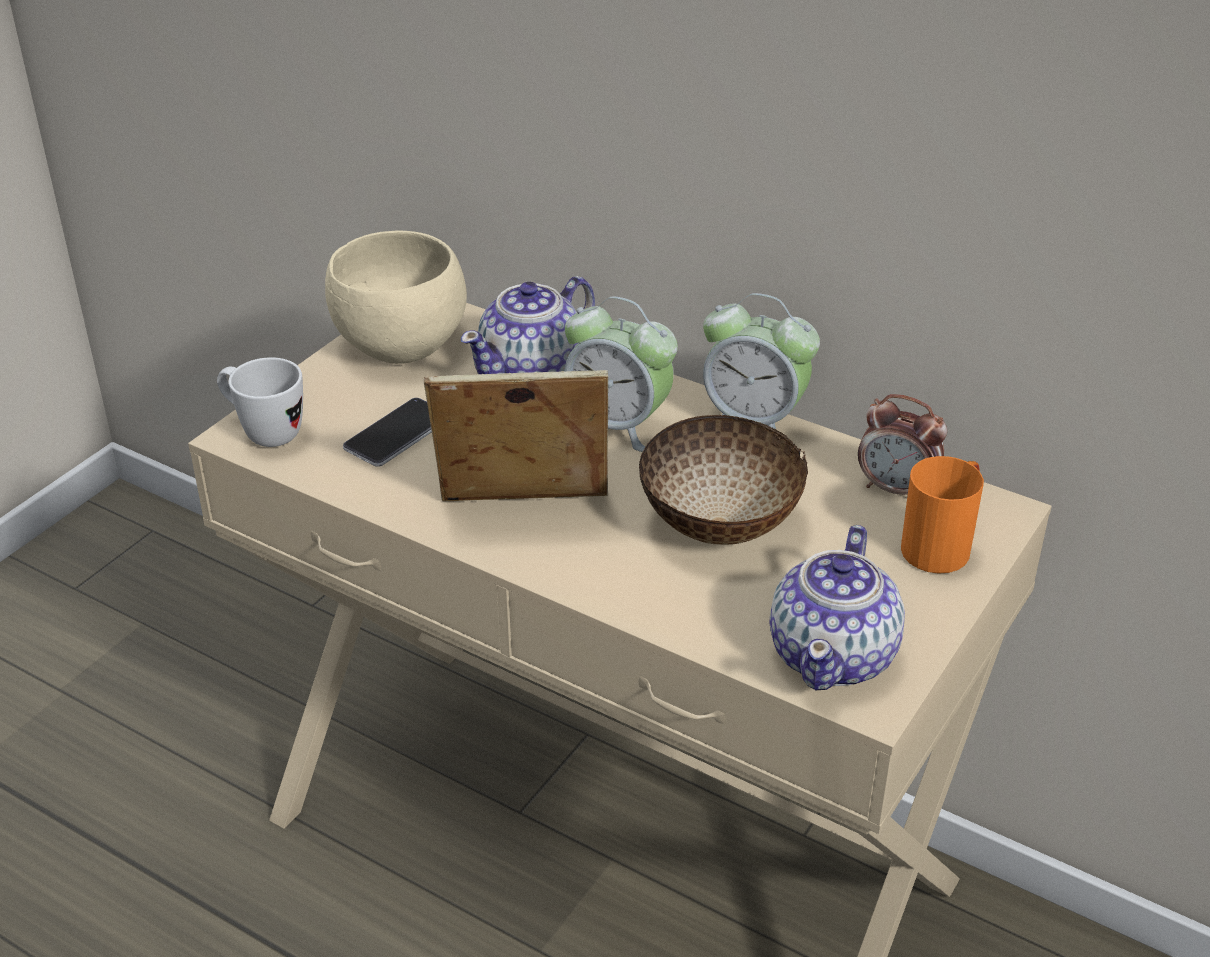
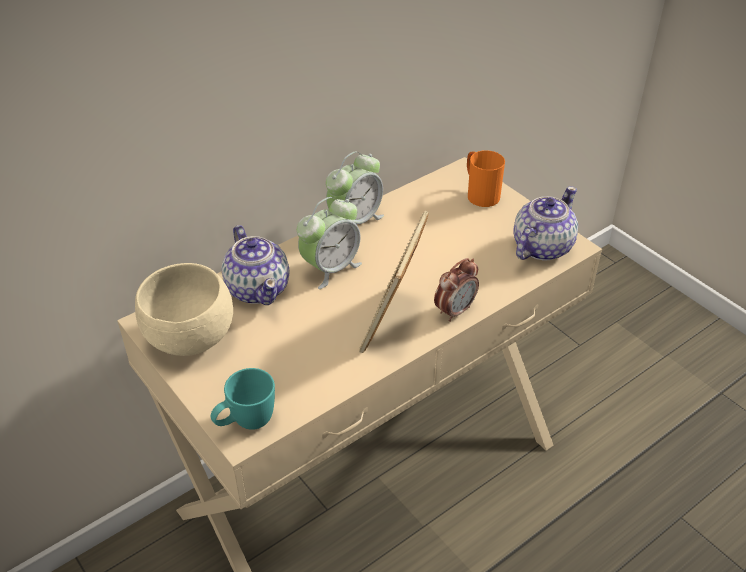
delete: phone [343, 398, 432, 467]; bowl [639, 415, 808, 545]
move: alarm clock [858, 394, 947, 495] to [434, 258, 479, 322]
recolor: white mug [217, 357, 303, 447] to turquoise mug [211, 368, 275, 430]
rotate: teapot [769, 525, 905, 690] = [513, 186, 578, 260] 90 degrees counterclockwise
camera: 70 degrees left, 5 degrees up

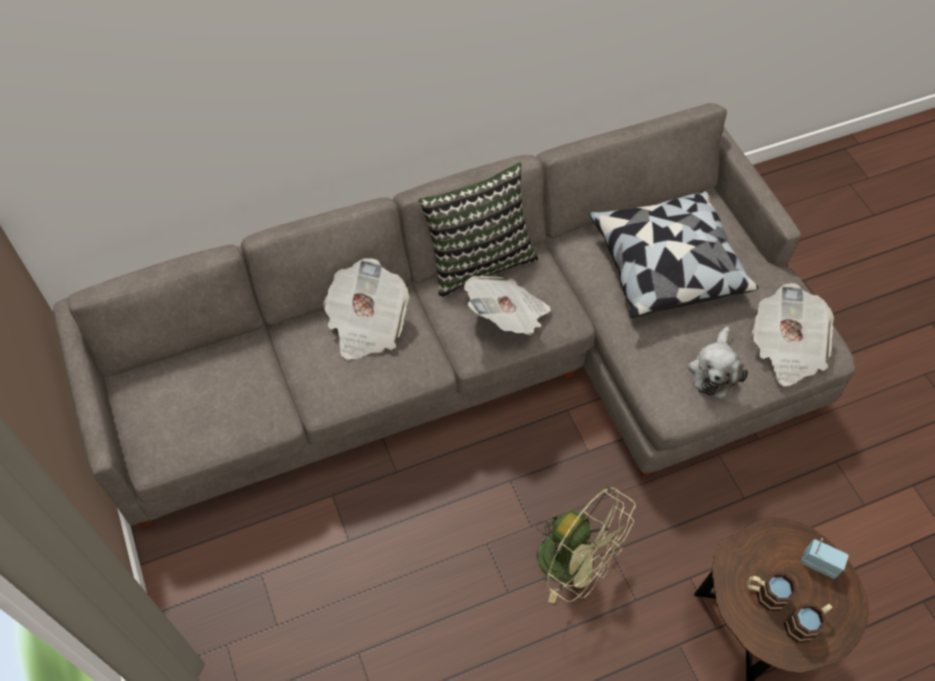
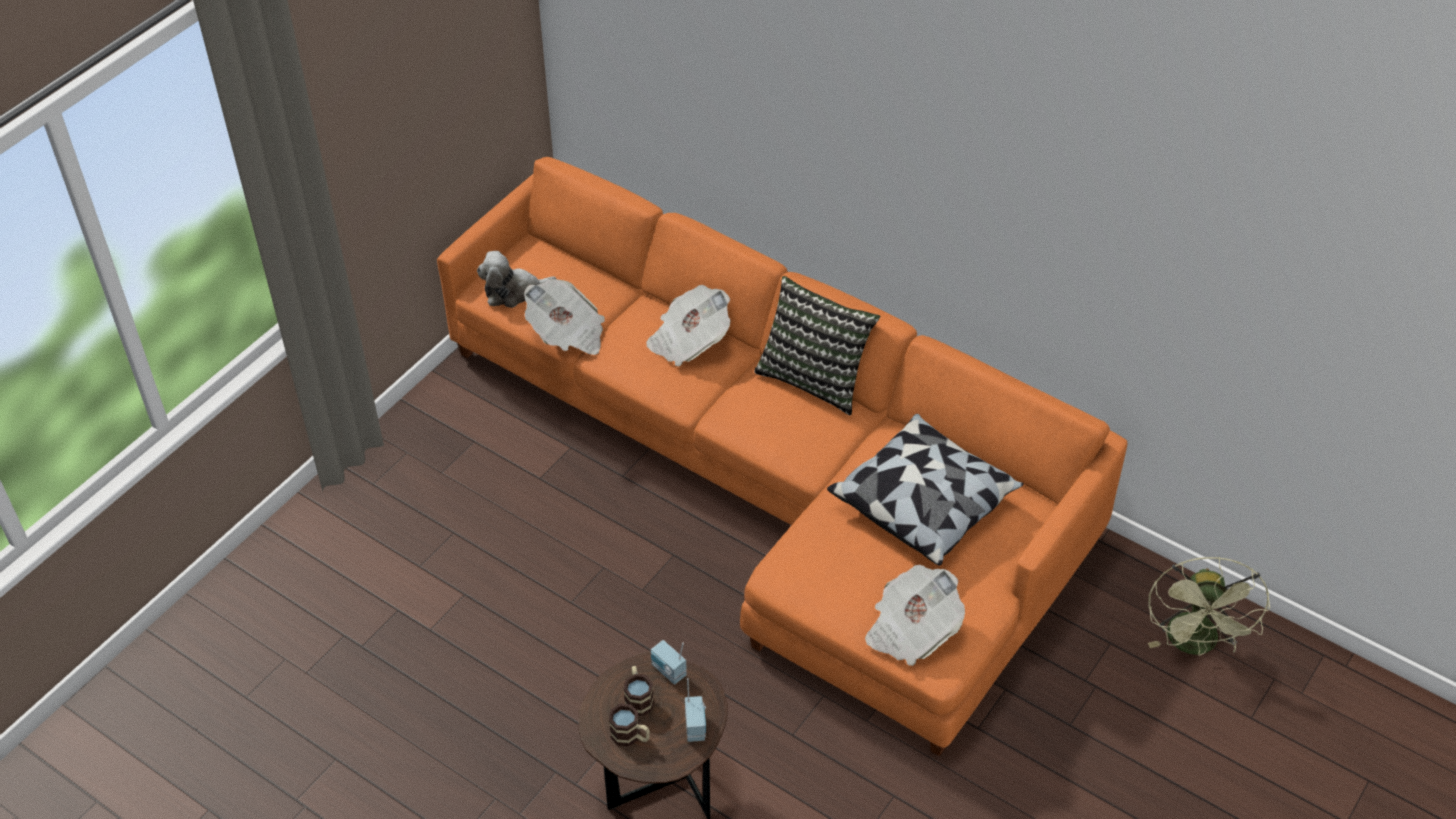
insert: radio [651, 640, 687, 685]
move: plush toy [688, 327, 748, 399] to [477, 251, 556, 308]; newspaper [464, 276, 551, 335] to [524, 279, 605, 355]; green fan [536, 487, 636, 604] to [1148, 557, 1270, 656]
recolor: grey sofa [53, 103, 855, 528] to orange sofa [437, 157, 1128, 756]
camera: 60 degrees right, 10 degrees down

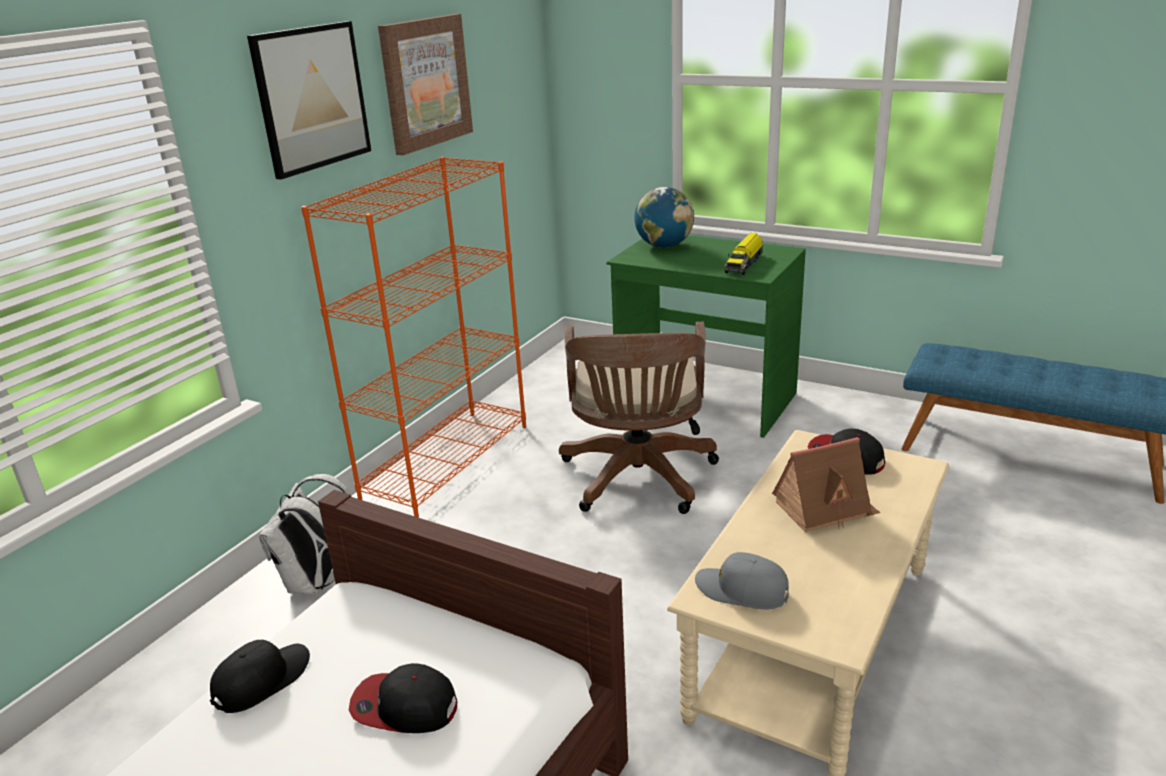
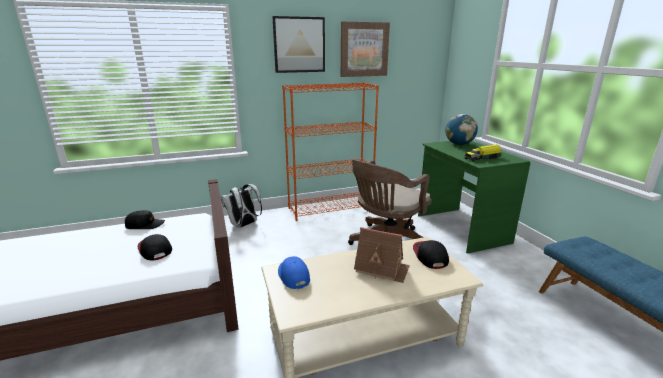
recolor: grey cap [695, 552, 789, 609] to blue cap [278, 256, 310, 289]
camera: 40 degrees right, 5 degrees down

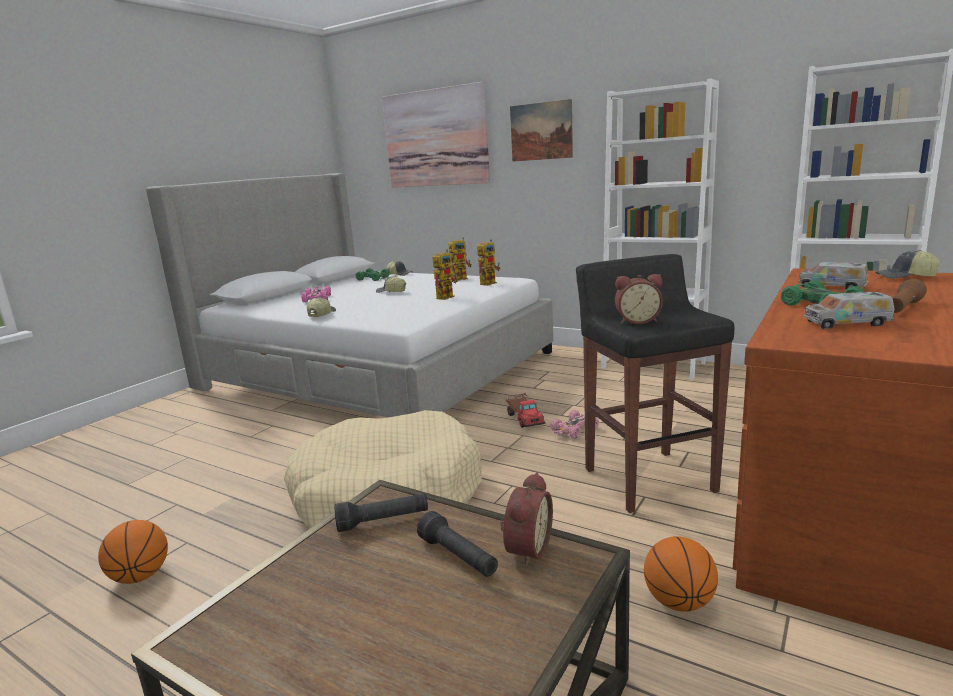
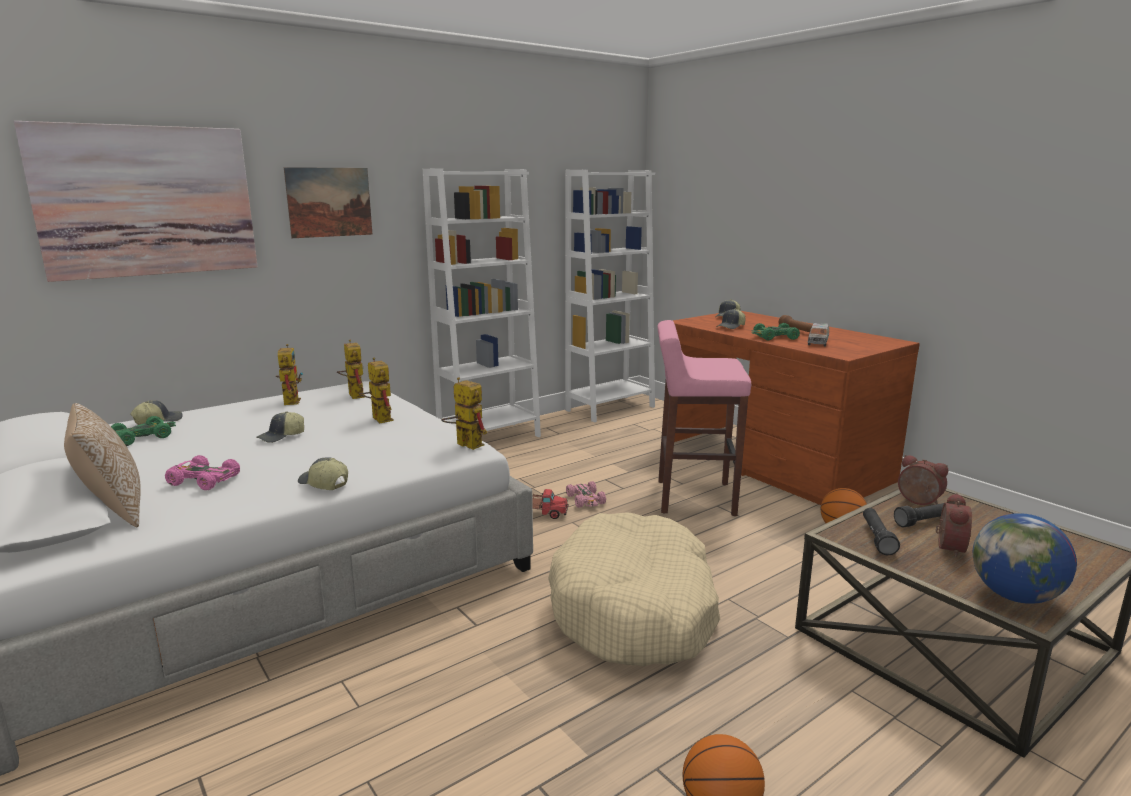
insert: pillow [64, 403, 141, 527]; toy robot [441, 377, 487, 450]; globe [973, 513, 1077, 604]
move: alarm clock [615, 274, 663, 324] to [935, 493, 972, 557]
replace: toy truck [799, 262, 869, 289] to cap [716, 309, 746, 329]
recolor: black stool [576, 254, 734, 513] to pink stool [657, 320, 751, 516]
camera: 70 degrees left, 0 degrees up

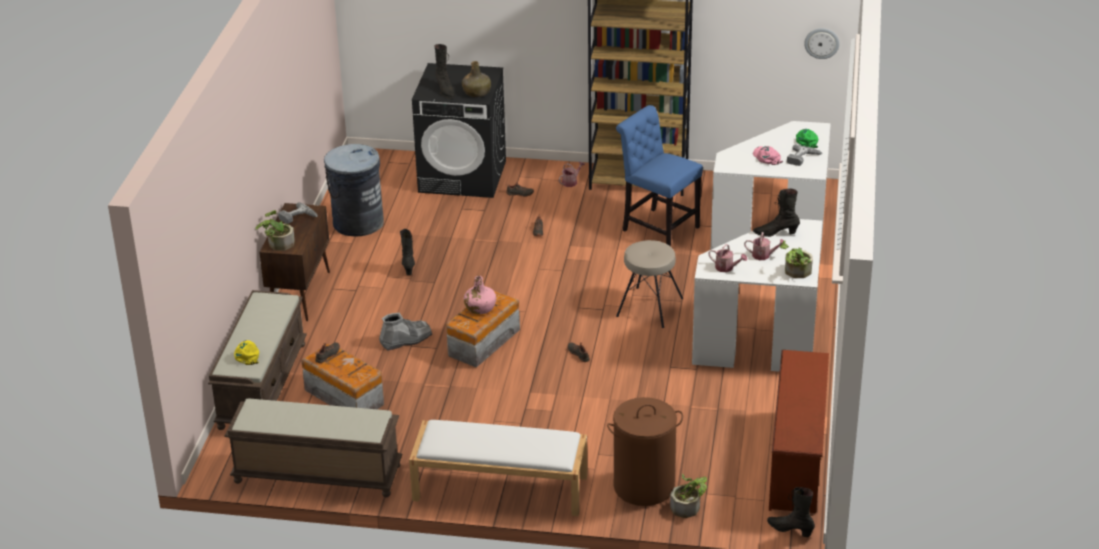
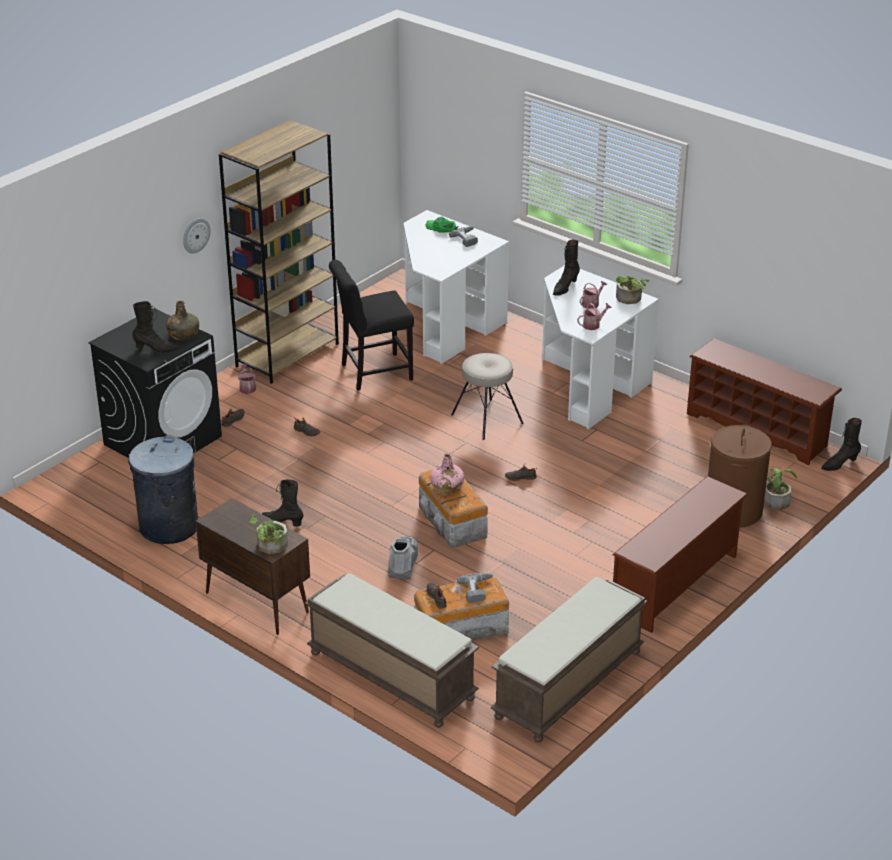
delete: yellow cap [234, 340, 259, 365]; pink cap [753, 146, 783, 165]
move: wall clock [804, 28, 840, 59] to [183, 218, 211, 254]; power drill [278, 202, 318, 224] to [457, 573, 493, 603]
replace: white bench [409, 420, 587, 516] to brown shoe rack [612, 476, 748, 633]
recolor: blue chair [616, 105, 703, 247] to black chair [329, 260, 414, 391]
camera: 60 degrees left, 0 degrees up

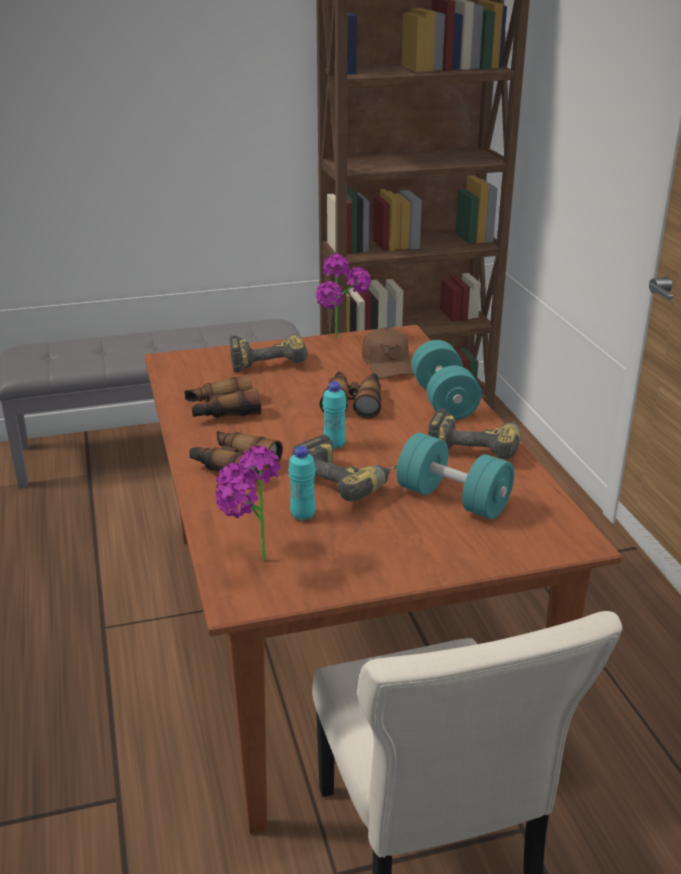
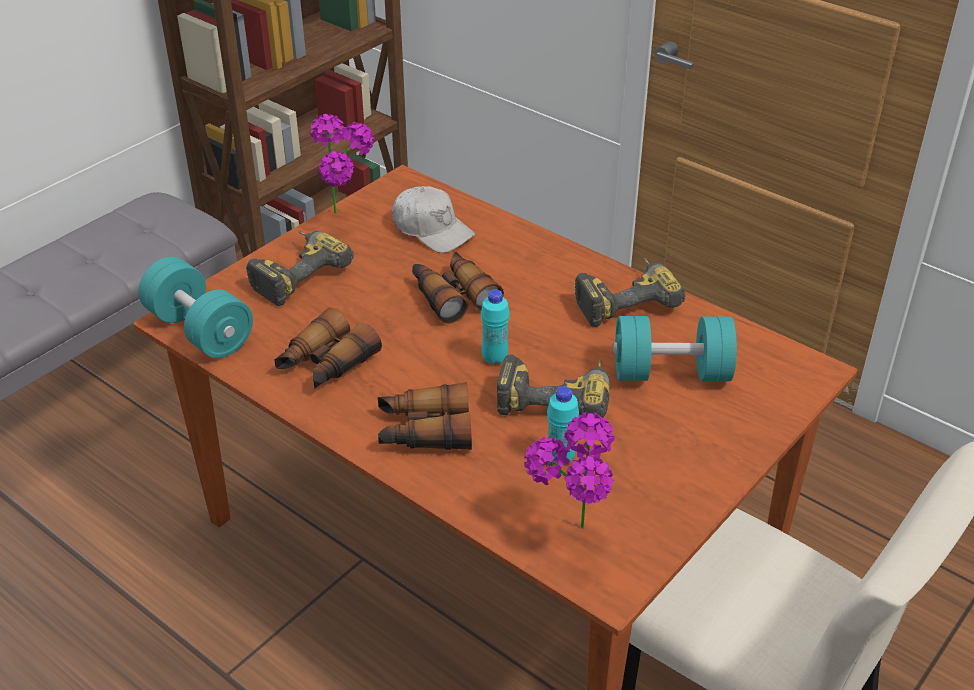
move: turquoise dumbbell [411, 340, 481, 420] to [138, 257, 253, 358]
recolor: brown cap [362, 327, 414, 379] to white cap [392, 186, 475, 253]
camera: 35 degrees left, 10 degrees up

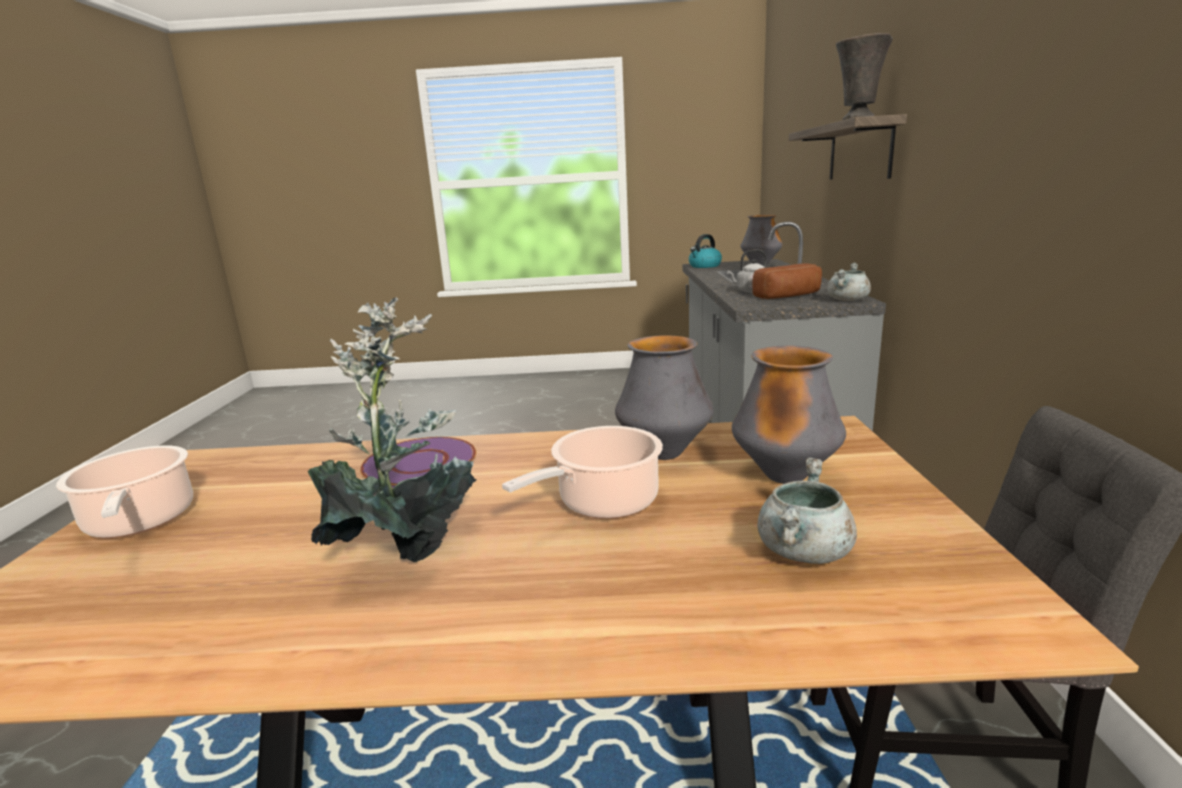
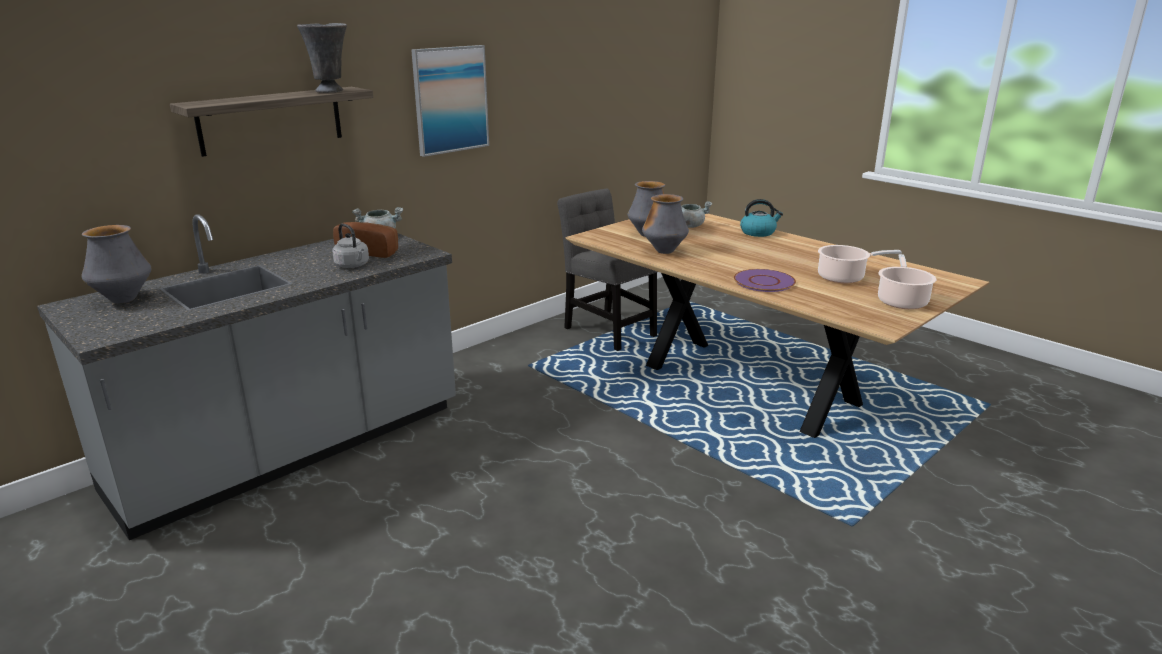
delete: potted plant [307, 297, 476, 563]
insert: picture [411, 45, 489, 157]
move: kettle [689, 234, 722, 268] to [740, 199, 783, 237]; cooking pot [502, 426, 663, 519] to [818, 245, 902, 283]
camera: 135 degrees left, 5 degrees up

